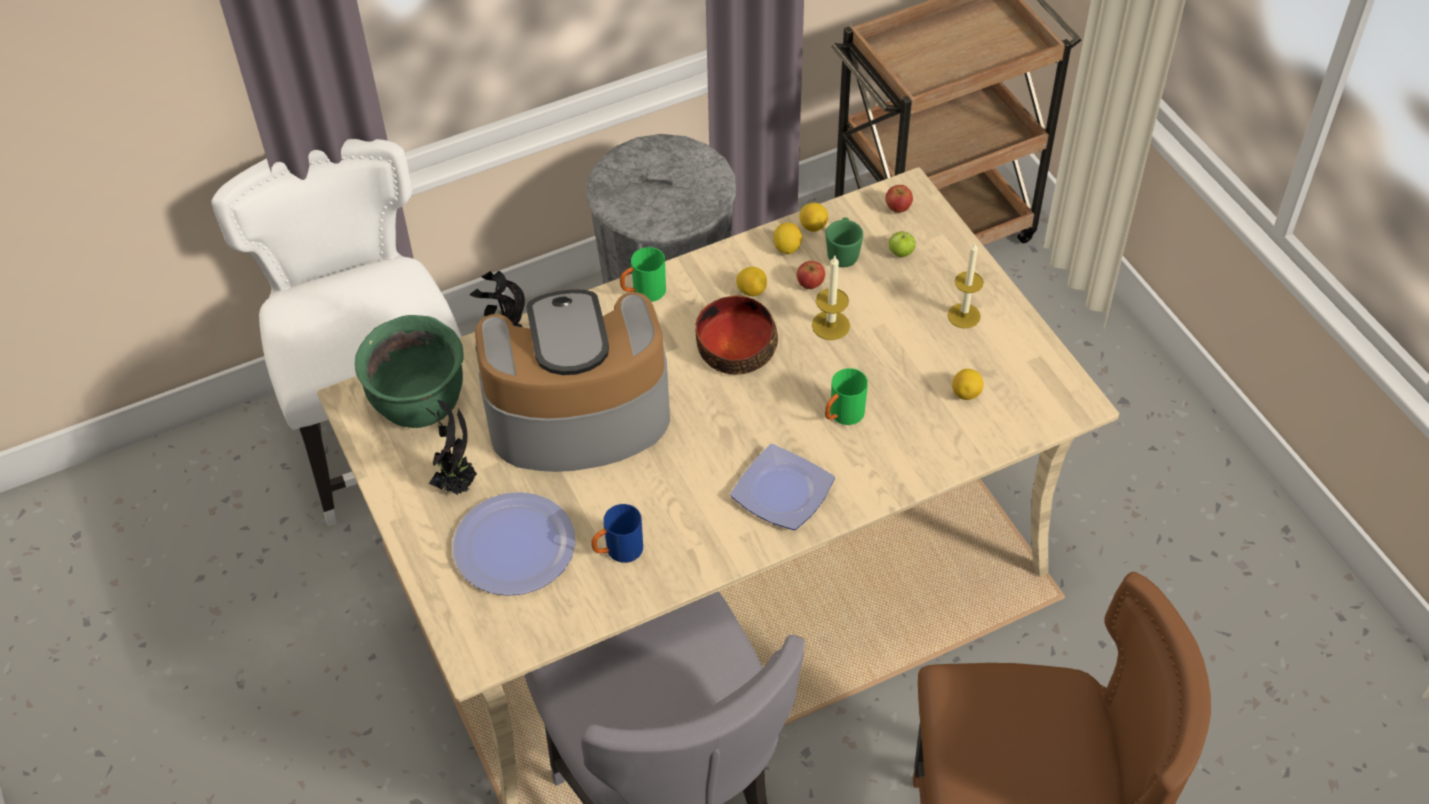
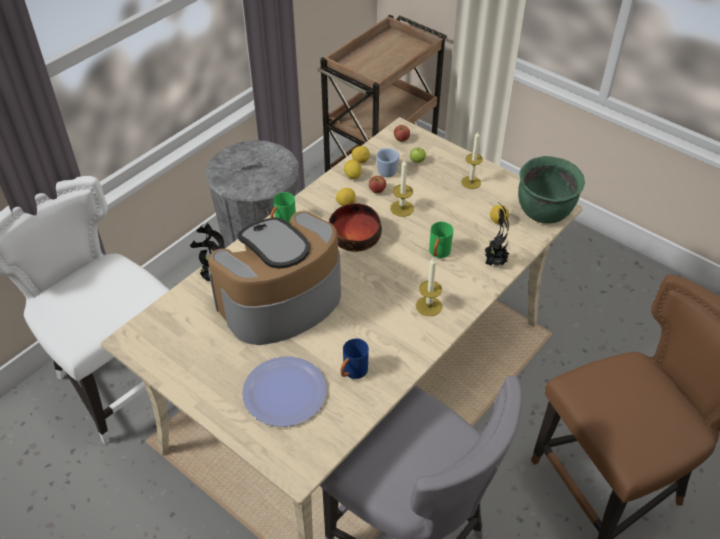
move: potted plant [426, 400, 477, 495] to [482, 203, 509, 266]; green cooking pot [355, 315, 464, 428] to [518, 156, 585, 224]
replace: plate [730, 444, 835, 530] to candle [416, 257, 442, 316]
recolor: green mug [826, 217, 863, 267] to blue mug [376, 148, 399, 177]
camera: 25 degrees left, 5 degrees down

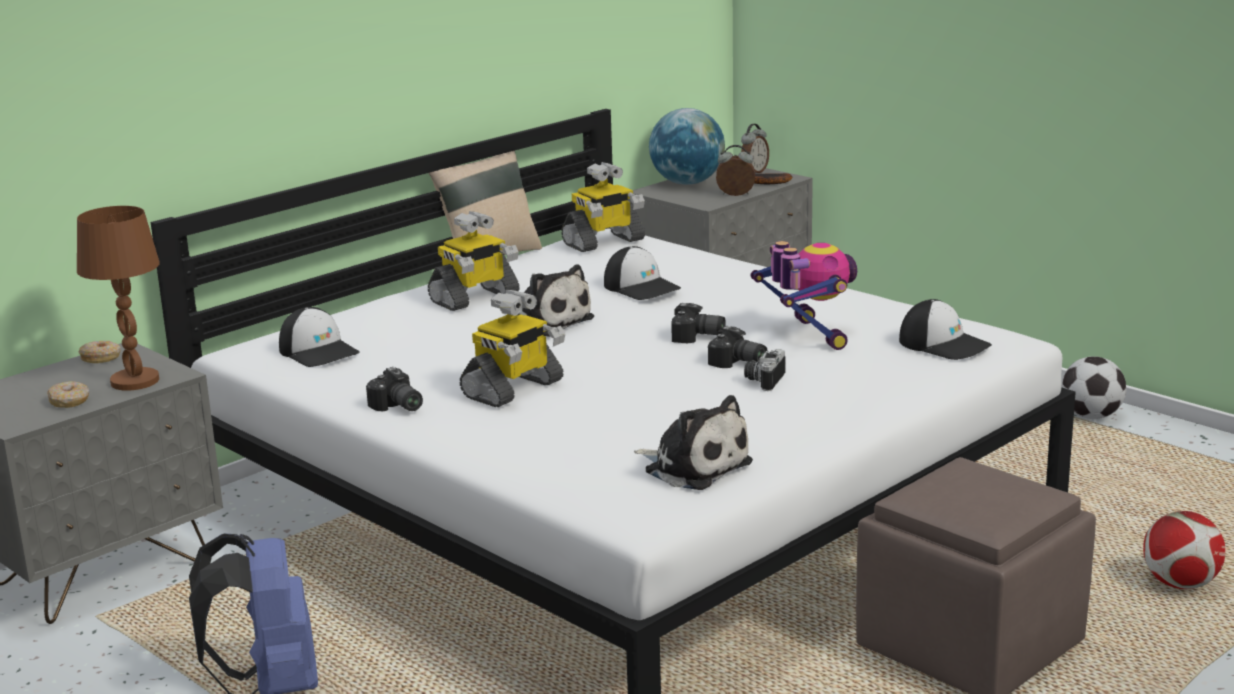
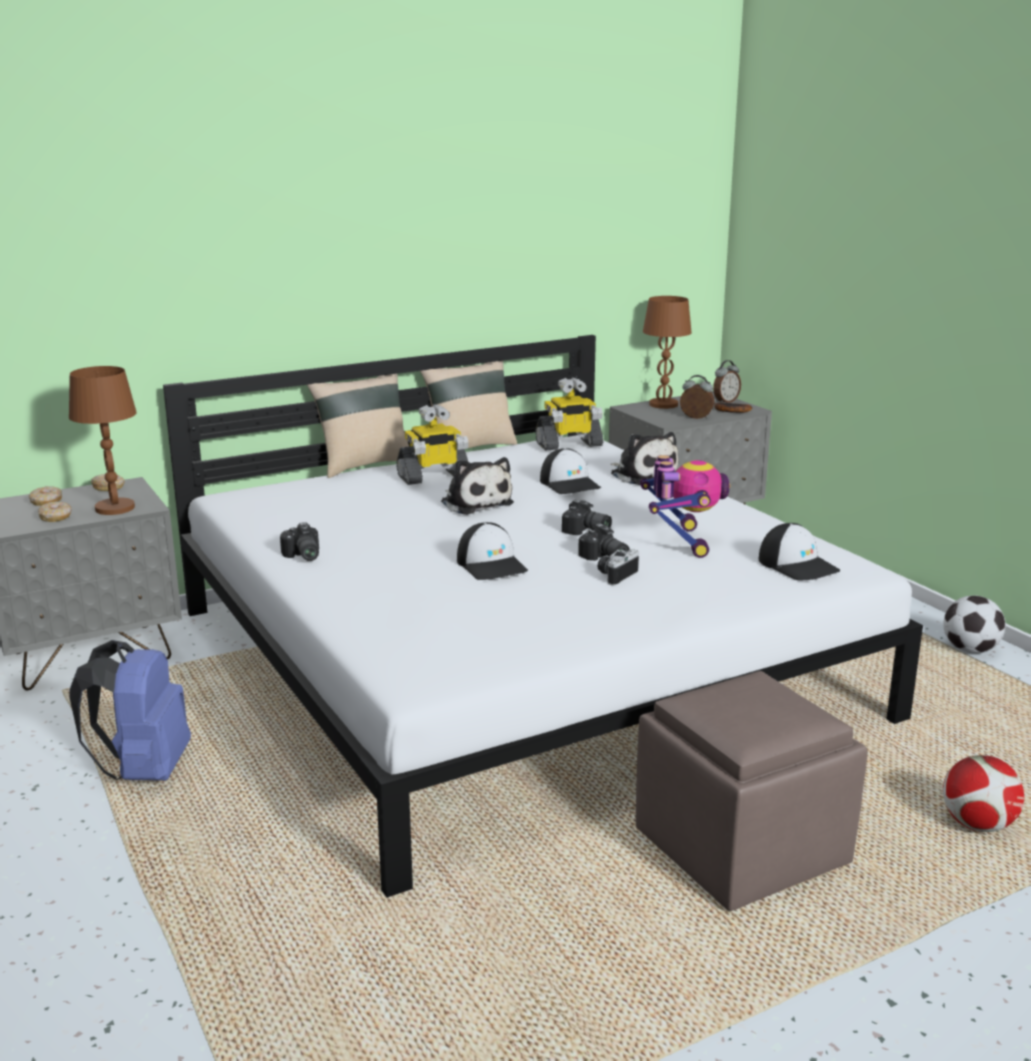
delete: toy robot [459, 290, 565, 407]
insert: donut [29, 486, 62, 506]; beige pillow [307, 374, 409, 478]
move: cap [279, 307, 360, 367] to [457, 522, 528, 580]; plush toy [634, 395, 753, 490] to [611, 432, 679, 485]
replace: globe [649, 108, 725, 185] to brown table lamp [643, 296, 692, 409]
camera: 15 degrees right, 0 degrees up

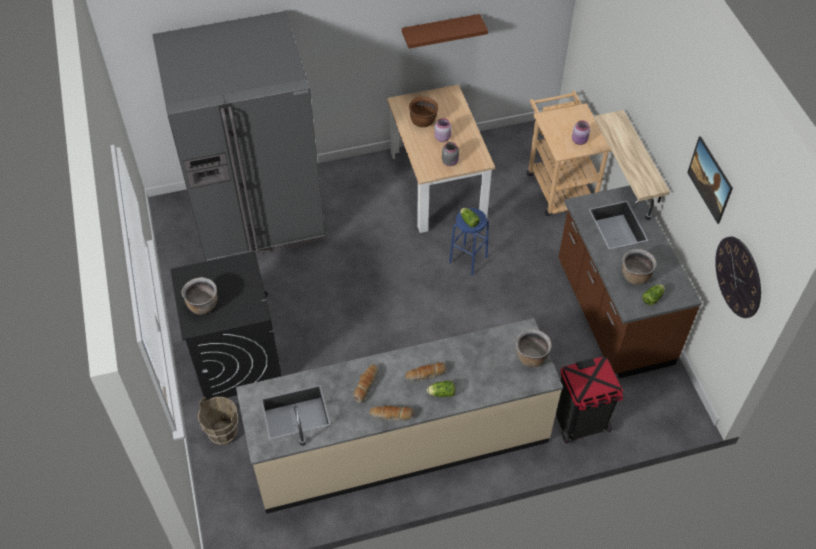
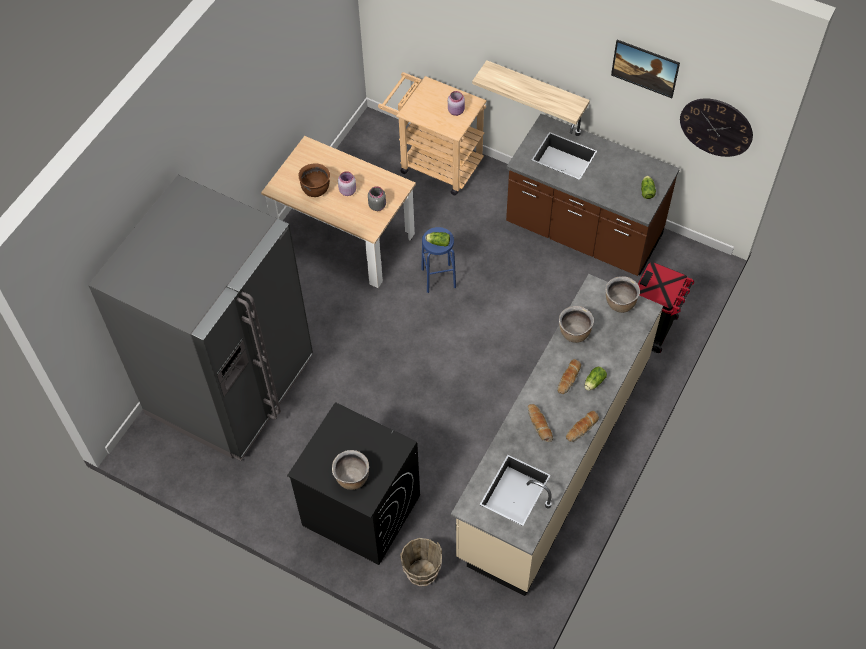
delete: brown shelf [402, 14, 488, 48]
move: brown cooking pot [622, 249, 657, 285] to [559, 306, 594, 343]
camera: 45 degrees left, 5 degrees up

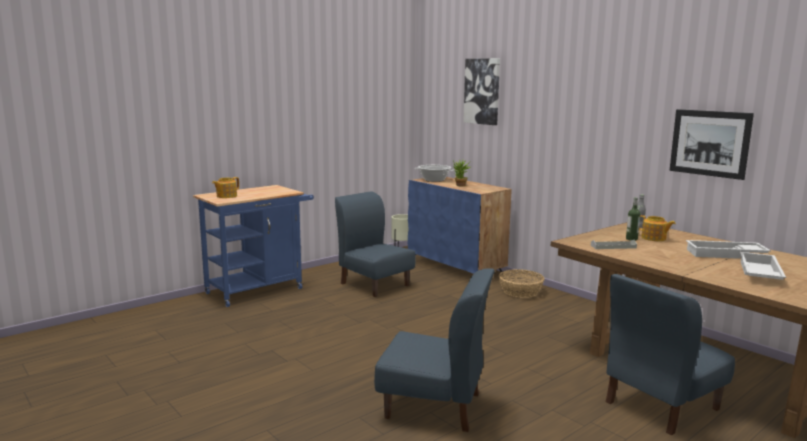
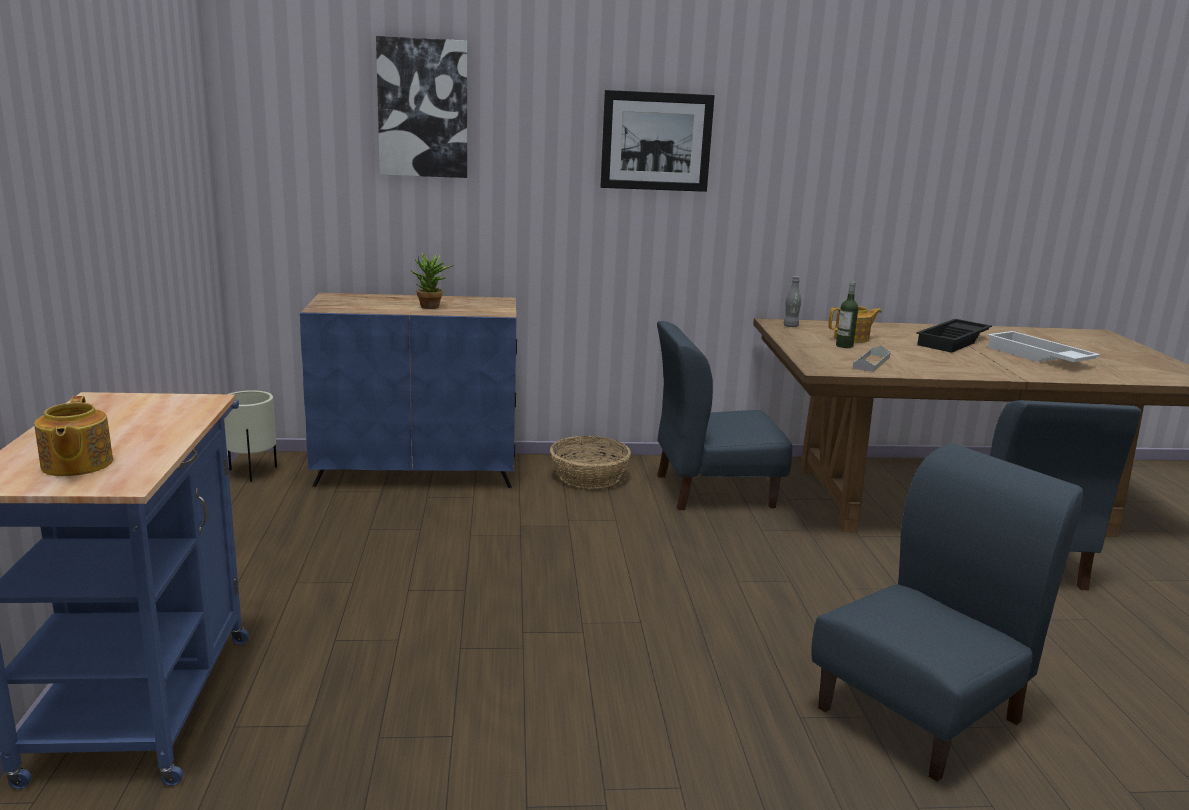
delete: cooking pot [415, 165, 455, 182]
move: picture [669, 109, 754, 180] to [600, 90, 715, 192]; blue chair [335, 191, 416, 297] to [657, 321, 792, 510]
recolor: white tray [686, 240, 771, 259] to black tray [916, 319, 992, 353]
camera: 55 degrees left, 5 degrees up

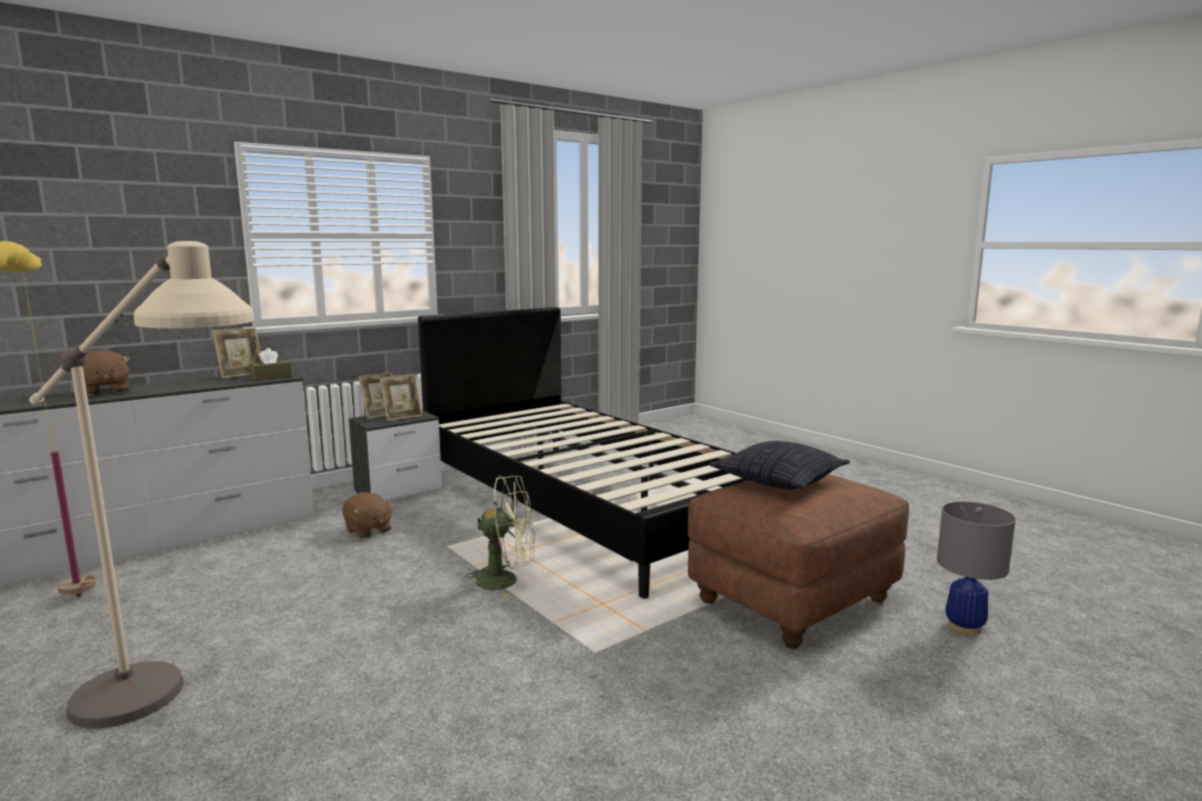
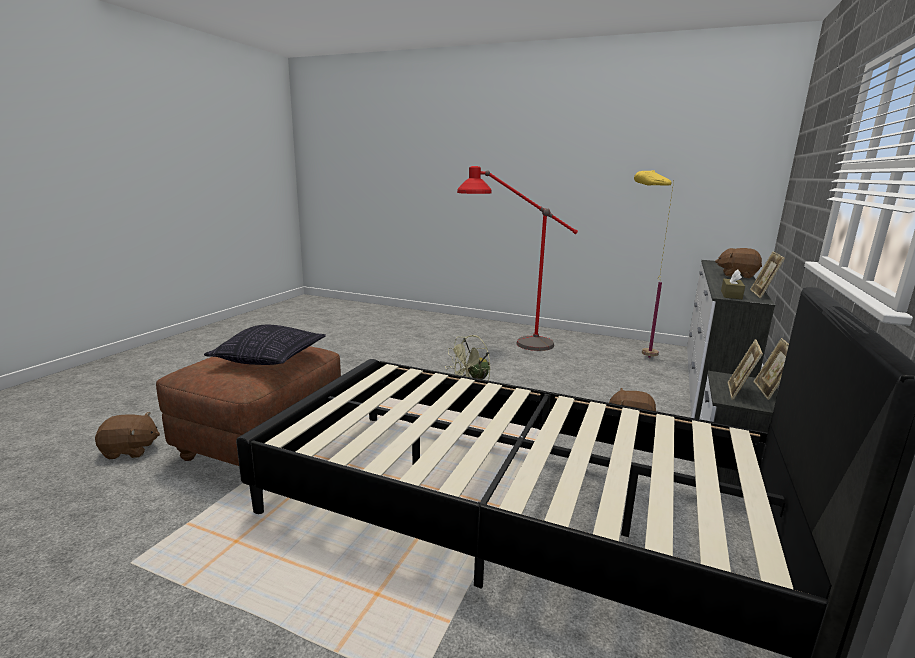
replace: grey table lamp [937, 502, 1016, 635] to brown plush toy [95, 412, 160, 459]
recolor: beige floor lamp [29, 241, 254, 729] to red floor lamp [457, 166, 578, 351]
camera: 150 degrees right, 5 degrees up

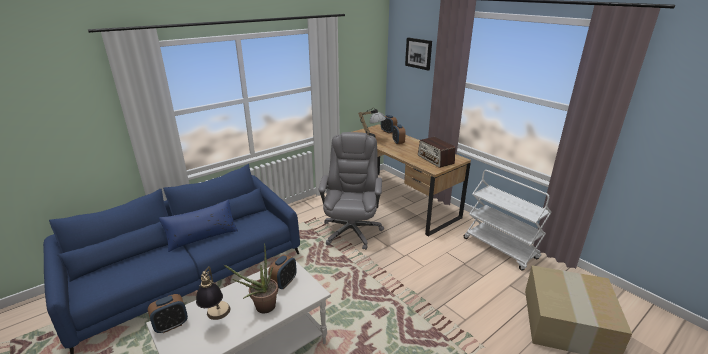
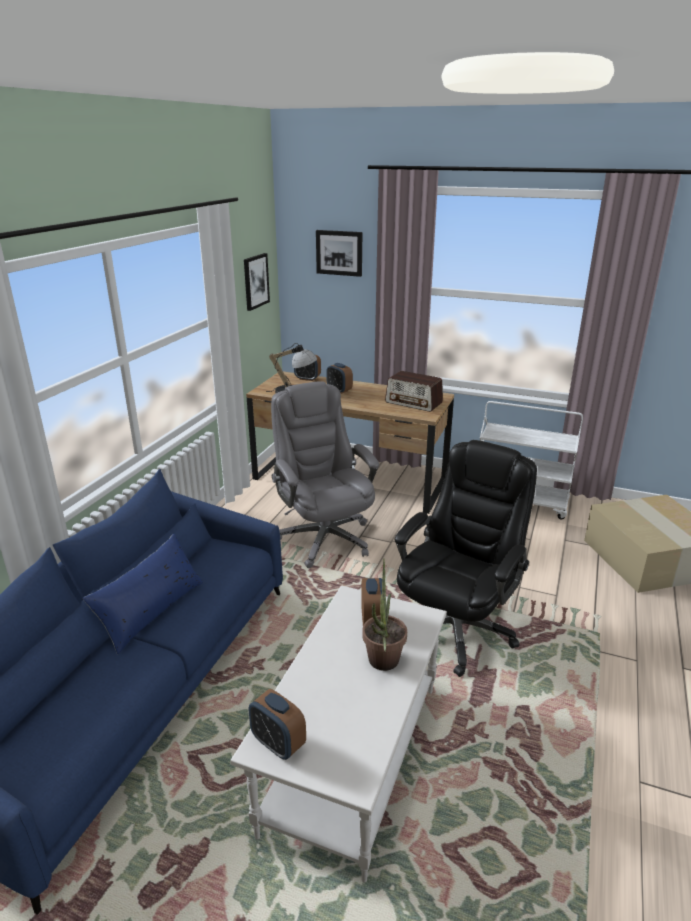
delete: table lamp [196, 266, 230, 320]
insert: picture [244, 253, 270, 311]; black office chair [395, 440, 537, 677]
rotate: alarm clock [148, 294, 188, 333] = [249, 689, 306, 760] 105 degrees clockwise
camera: 30 degrees left, 0 degrees up

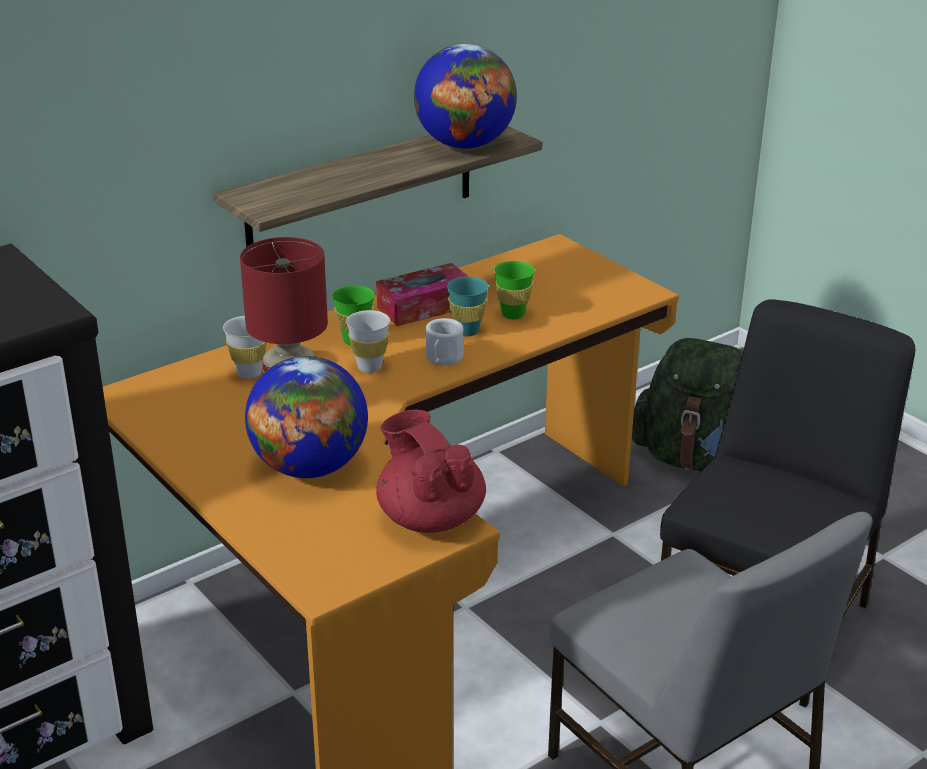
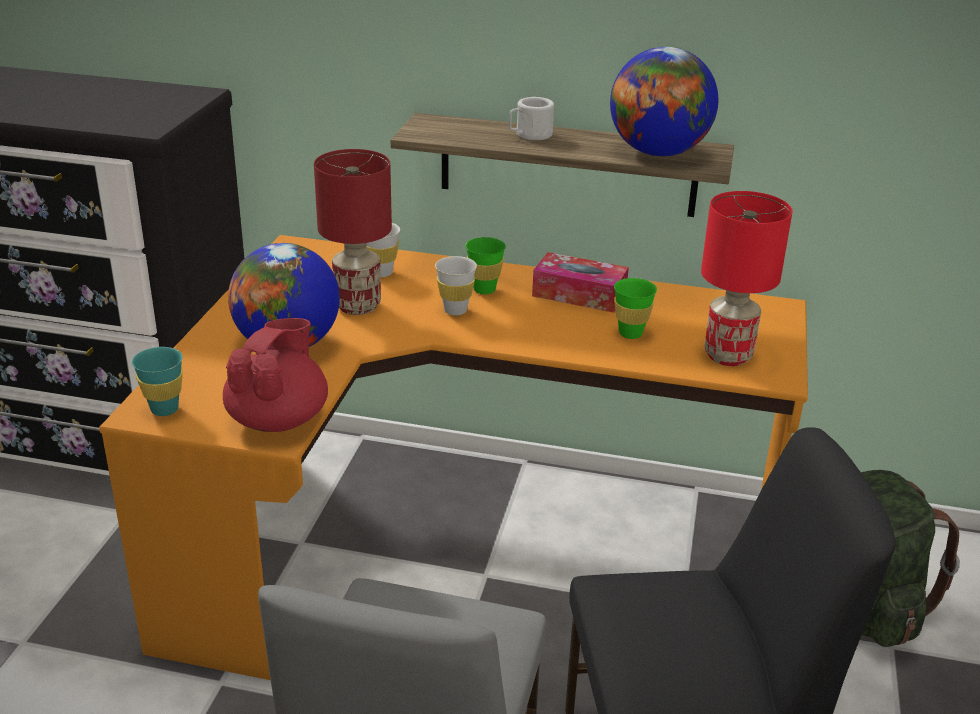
insert: red table lamp [701, 191, 793, 366]
move: turquoise cup [447, 277, 489, 336] to [132, 347, 183, 416]; white mug [425, 318, 464, 366] to [509, 97, 554, 140]
camera: 50 degrees right, 0 degrees up

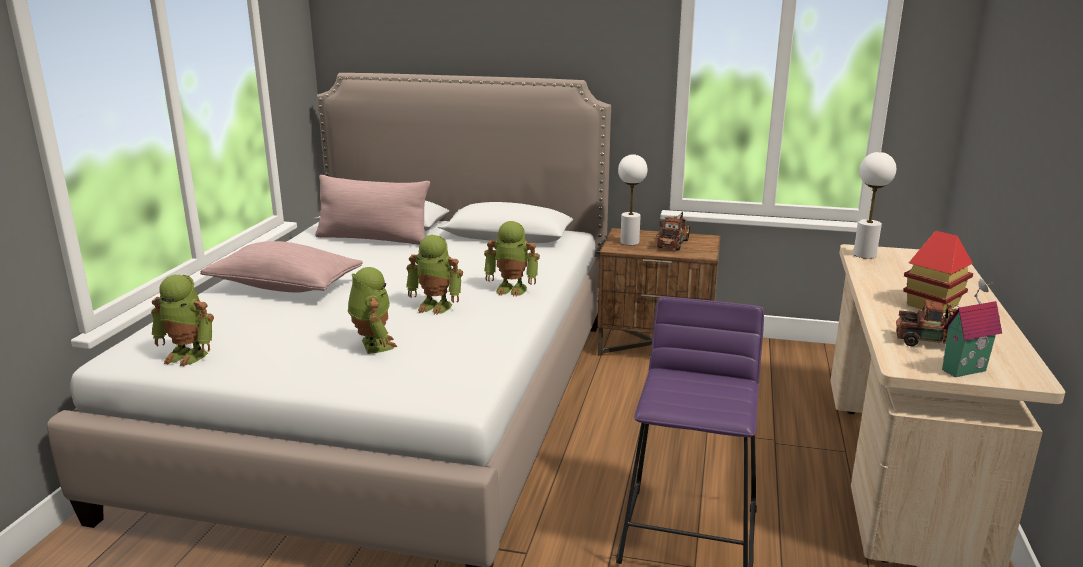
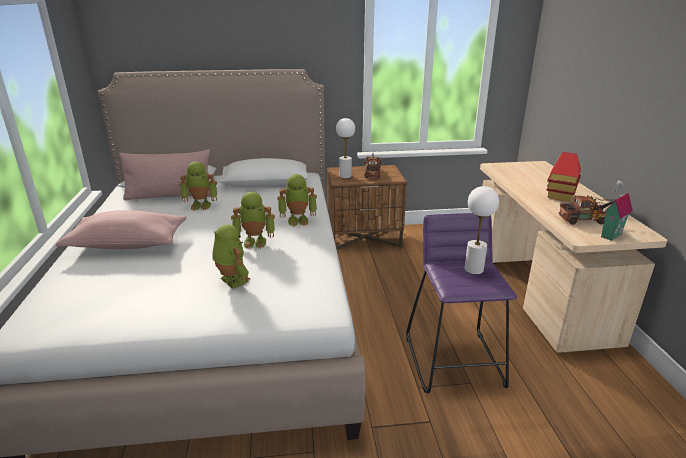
move: toy robot [151, 275, 214, 366] to [179, 161, 217, 211]; white table lamp [853, 152, 896, 259] to [464, 186, 499, 274]
camera: 20 degrees left, 5 degrees up

